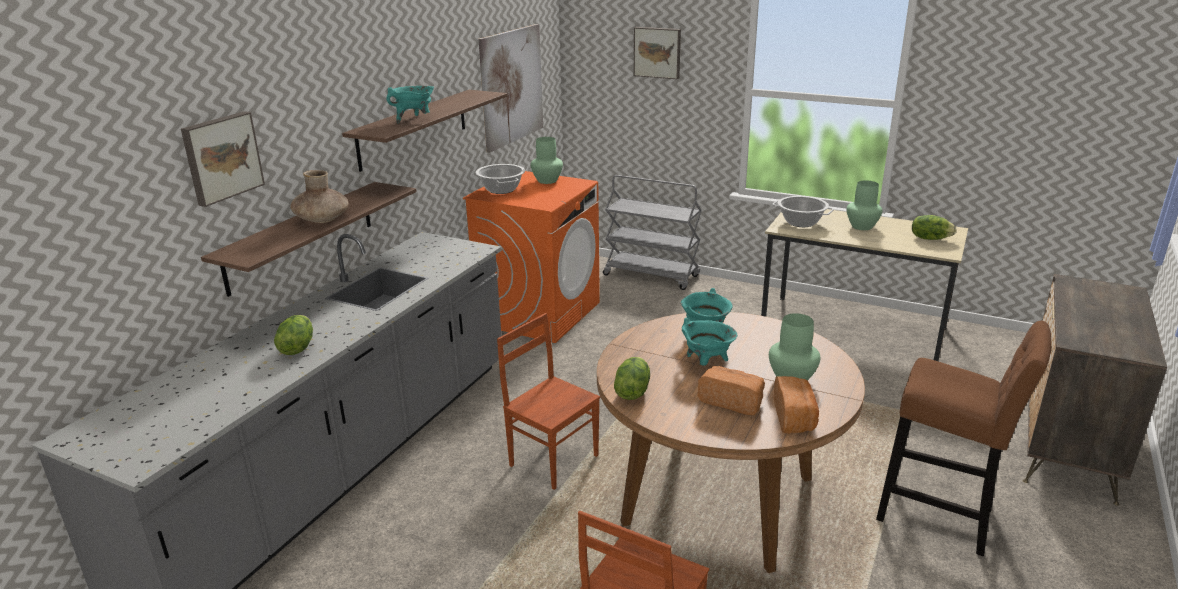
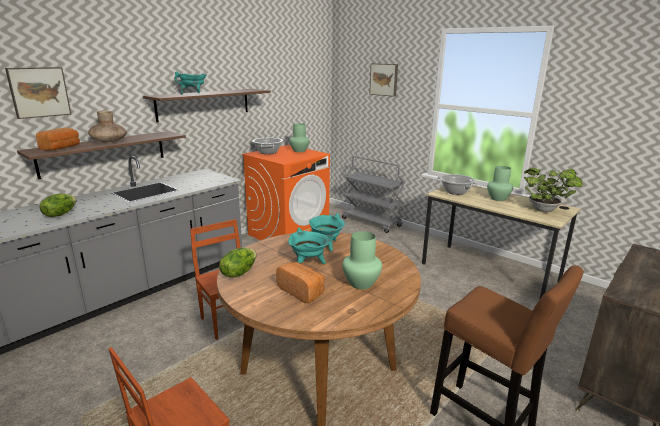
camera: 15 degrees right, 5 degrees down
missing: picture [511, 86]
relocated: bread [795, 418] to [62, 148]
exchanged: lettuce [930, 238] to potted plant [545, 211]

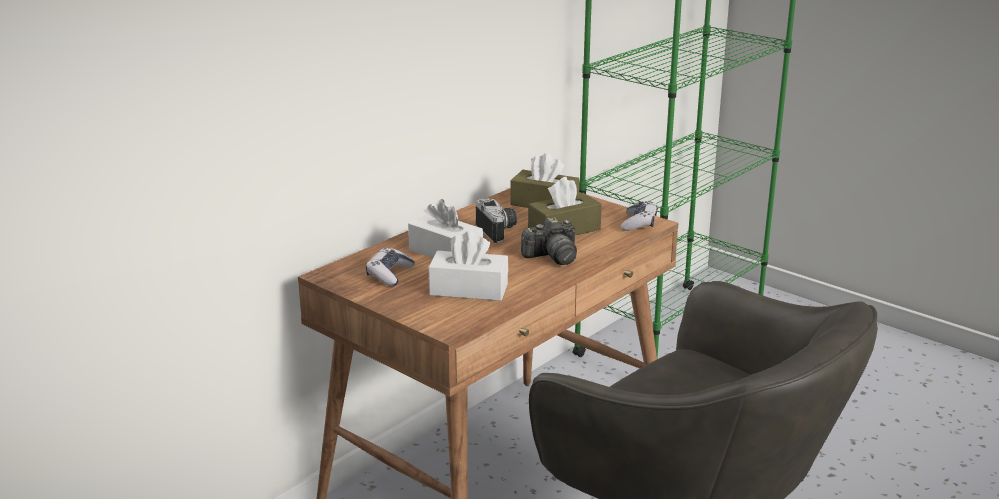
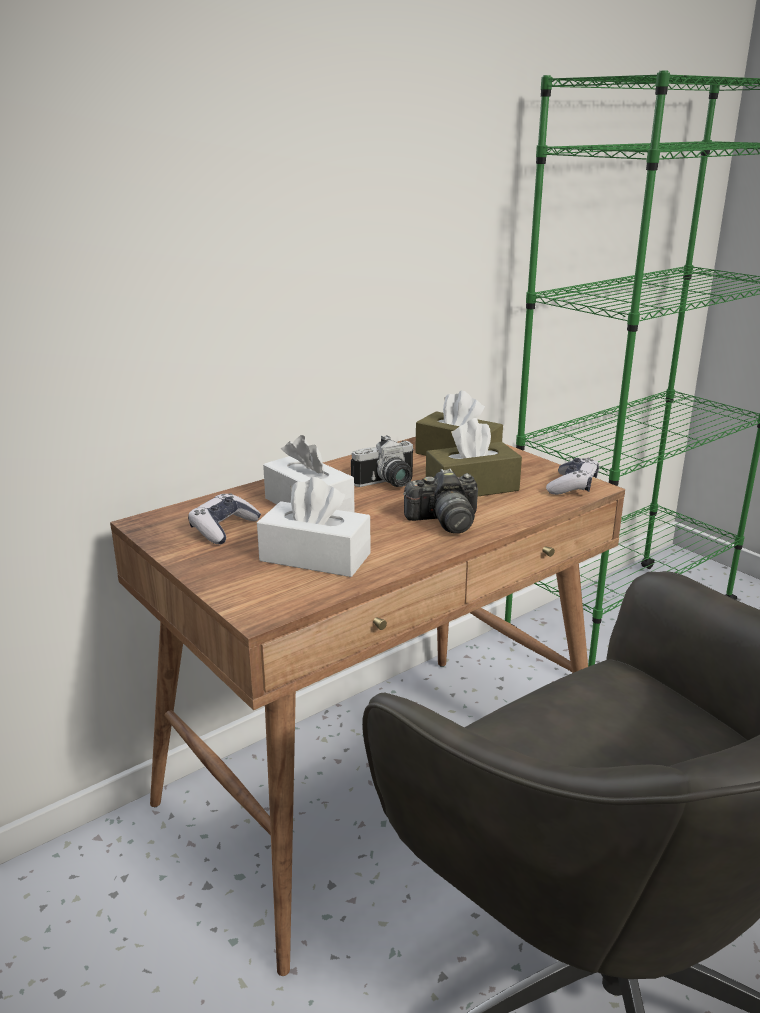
camera: 10 degrees right, 0 degrees up
spun: photo camera [499, 231] = [388, 484] 75 degrees clockwise

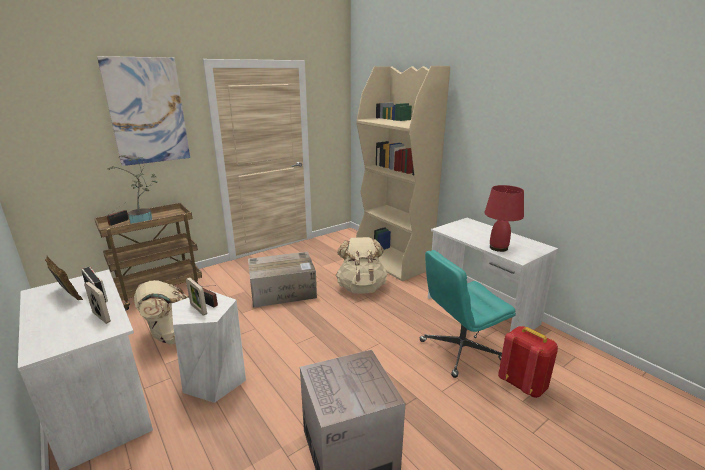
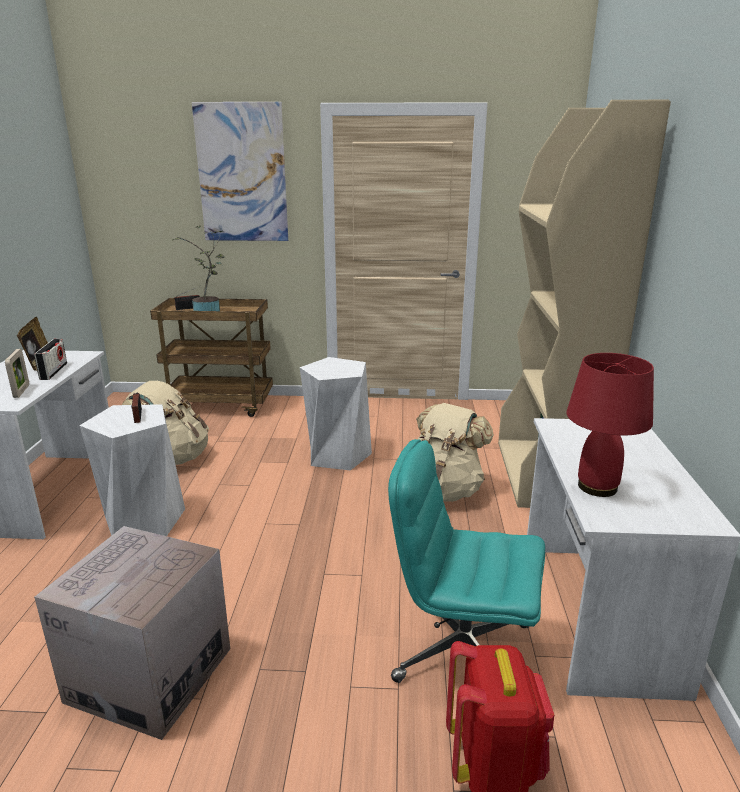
camera: 40 degrees right, 0 degrees up
missing: picture frame [198, 309]
exchanged: cardboard box [283, 291] to white stool [337, 455]

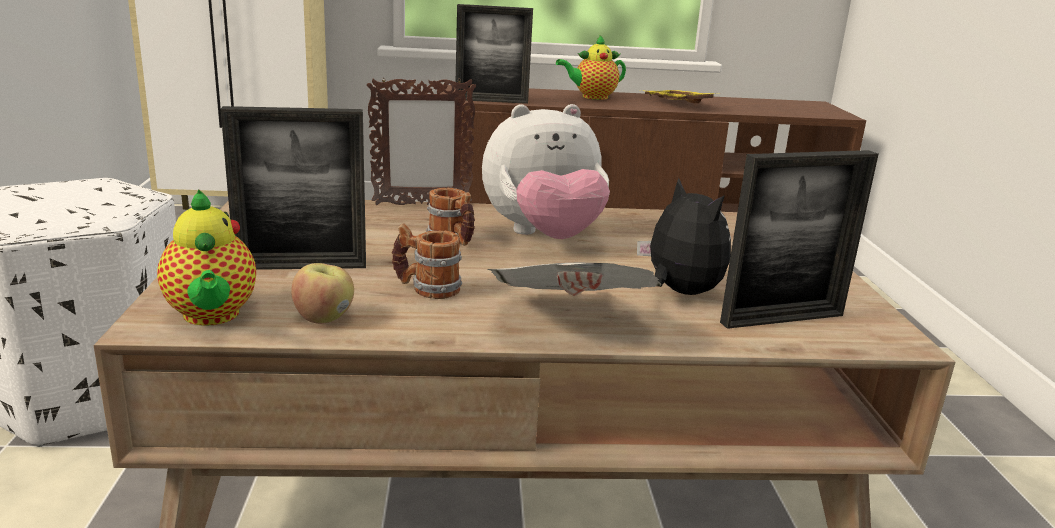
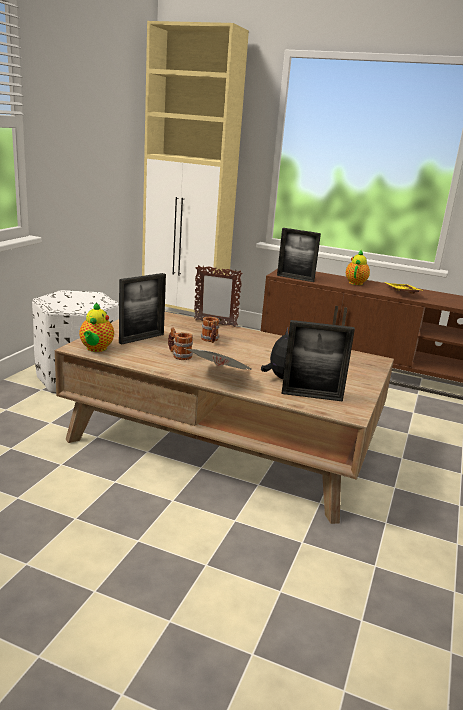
camera: 25 degrees right, 0 degrees up
missing: apple [324, 318]; plush toy [544, 237]
spun: picture frame [301, 266] = [141, 338] 60 degrees counterclockwise; teapot [592, 97] = [356, 282] 105 degrees clockwise

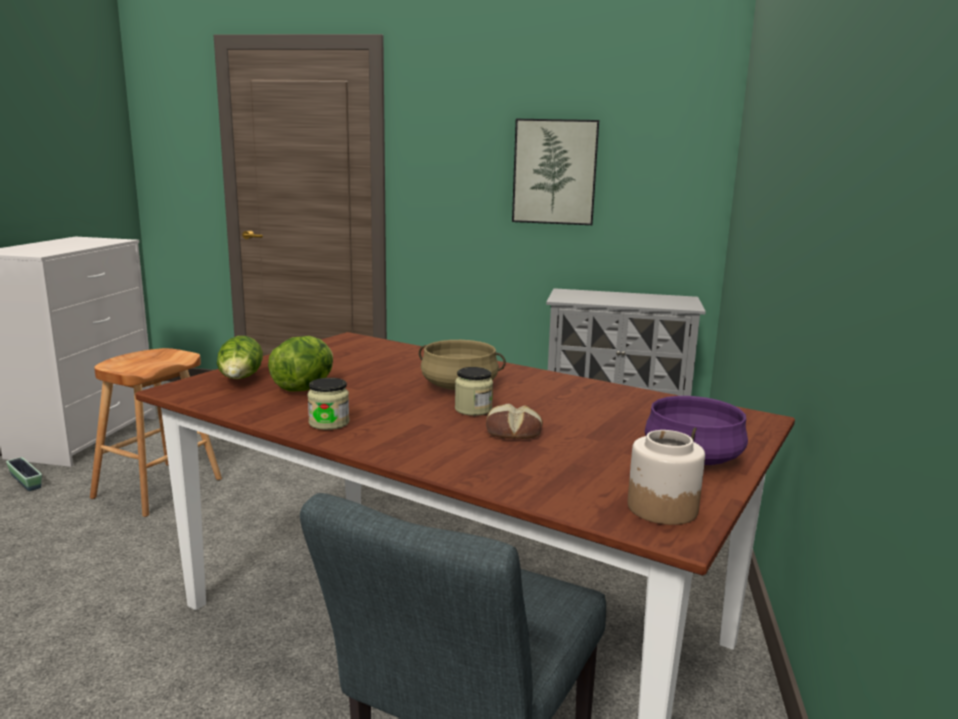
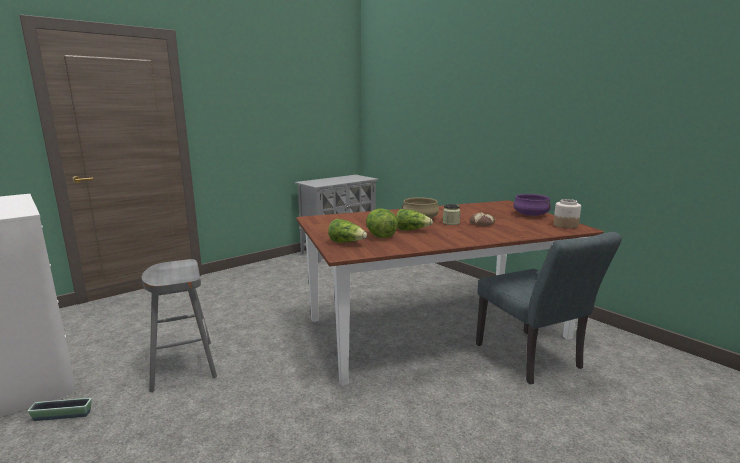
camera: 50 degrees left, 0 degrees up
missing: jar [329, 423]; picture [554, 172]
appeared: lettuce [411, 230]
colour: brown stool [157, 488] to grey stool [183, 365]

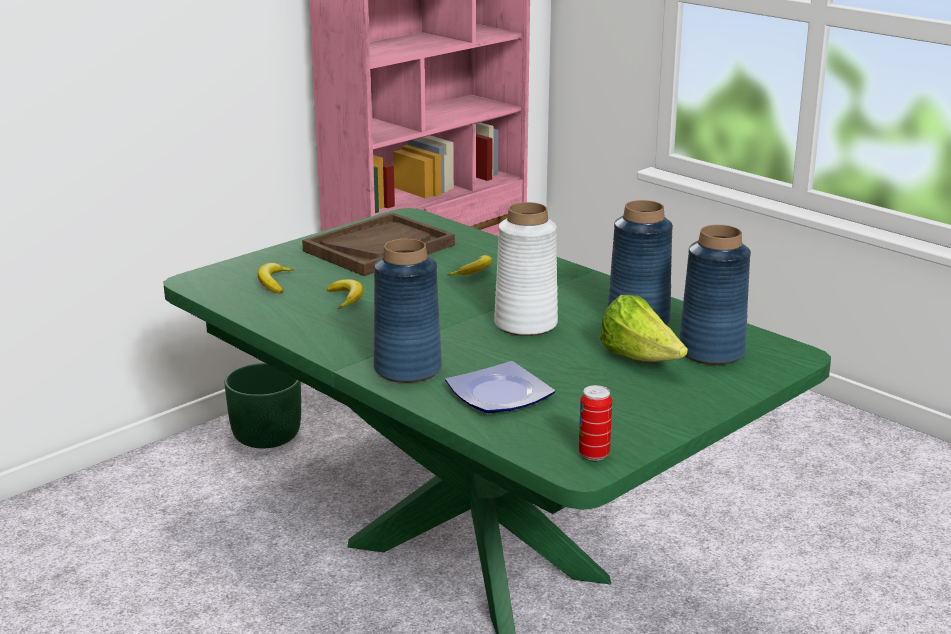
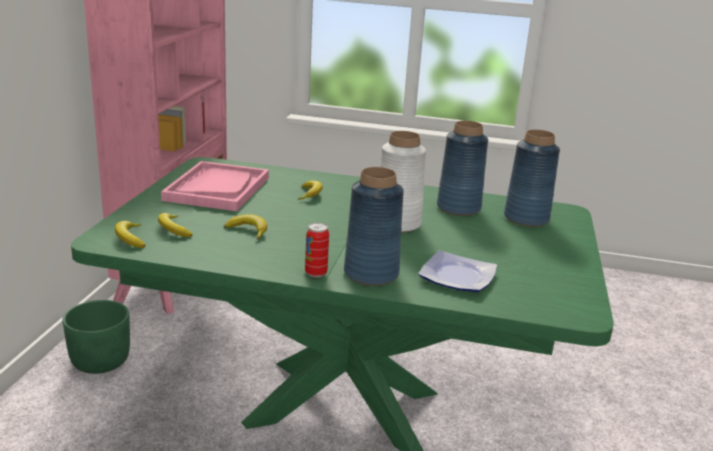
camera: 35 degrees left, 0 degrees up
missing: lettuce [640, 359]
appeared: banana [130, 238]
relocated: can [594, 454] to [316, 273]
colour: brown tray [379, 248] to pink tray [217, 189]

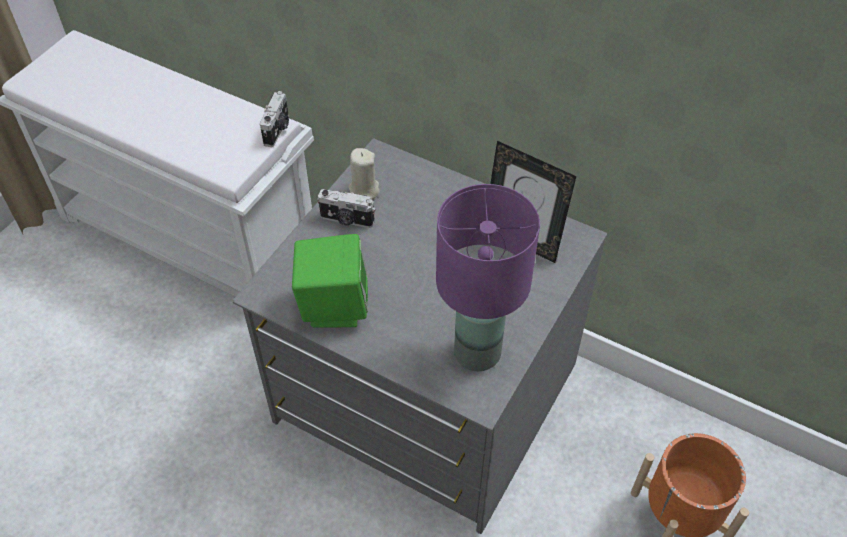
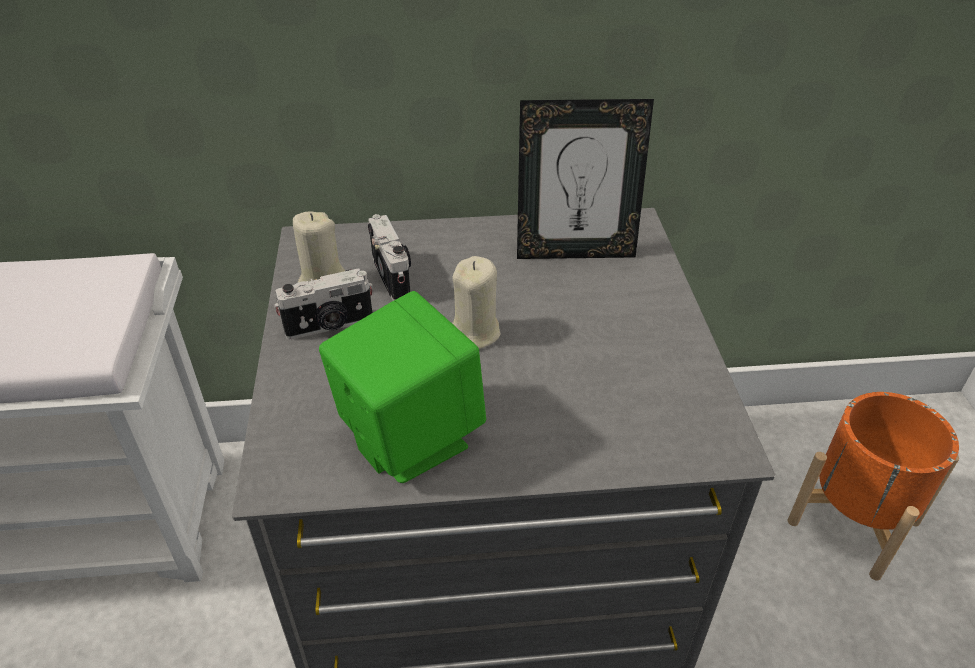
camera: 35 degrees left, 10 degrees down
missing: purple table lamp [476, 353]
appeared: beige candle [475, 332]
relocated: photo camera [278, 130] to [394, 276]

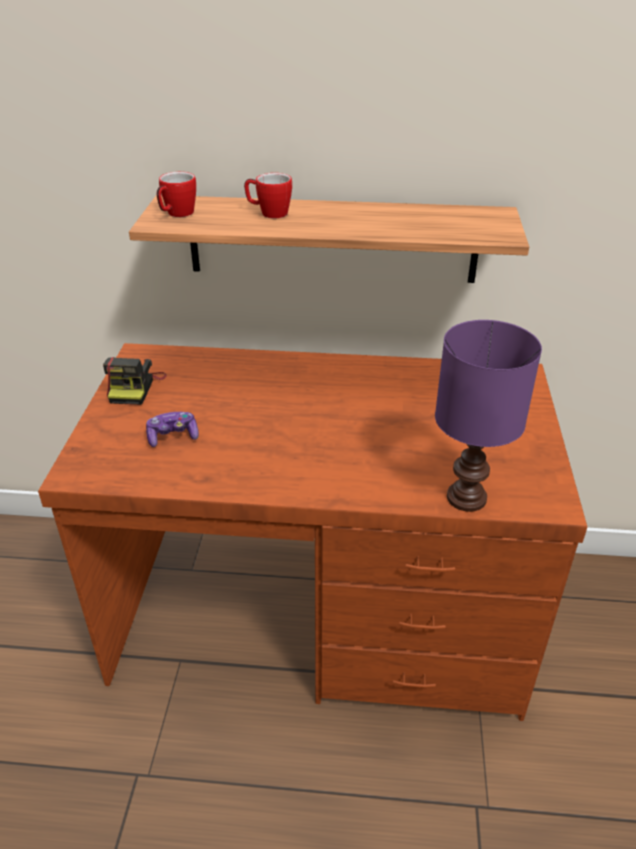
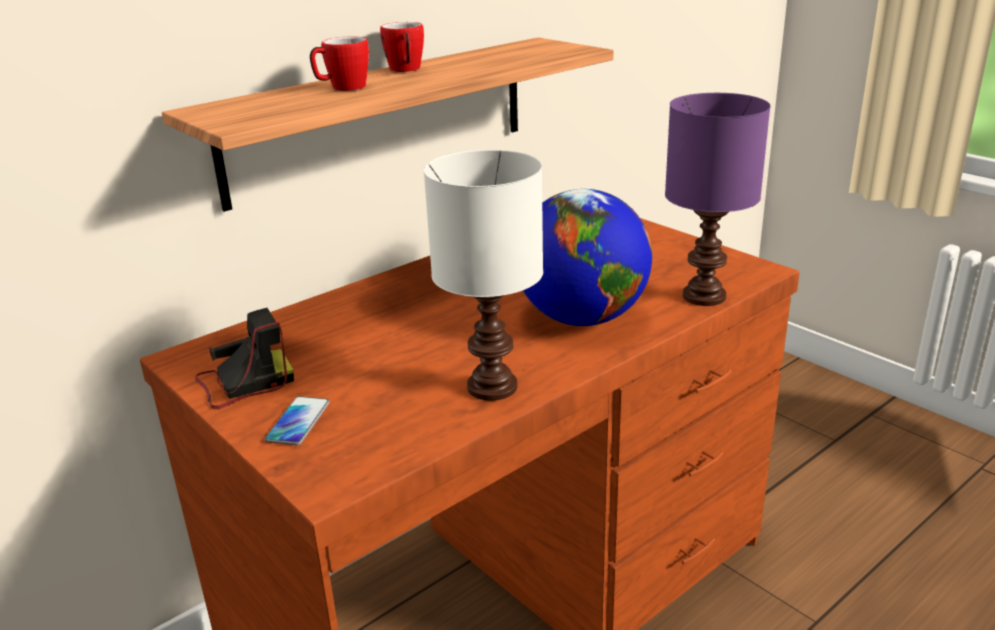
camera: 45 degrees left, 10 degrees down
missing: game controller [173, 436]
appeared: phone [298, 422]; white table lamp [494, 388]; globe [582, 318]
relocated: mug [177, 214] to [406, 70]
spun: photo camera [135, 387] = [243, 383] 75 degrees counterclockwise

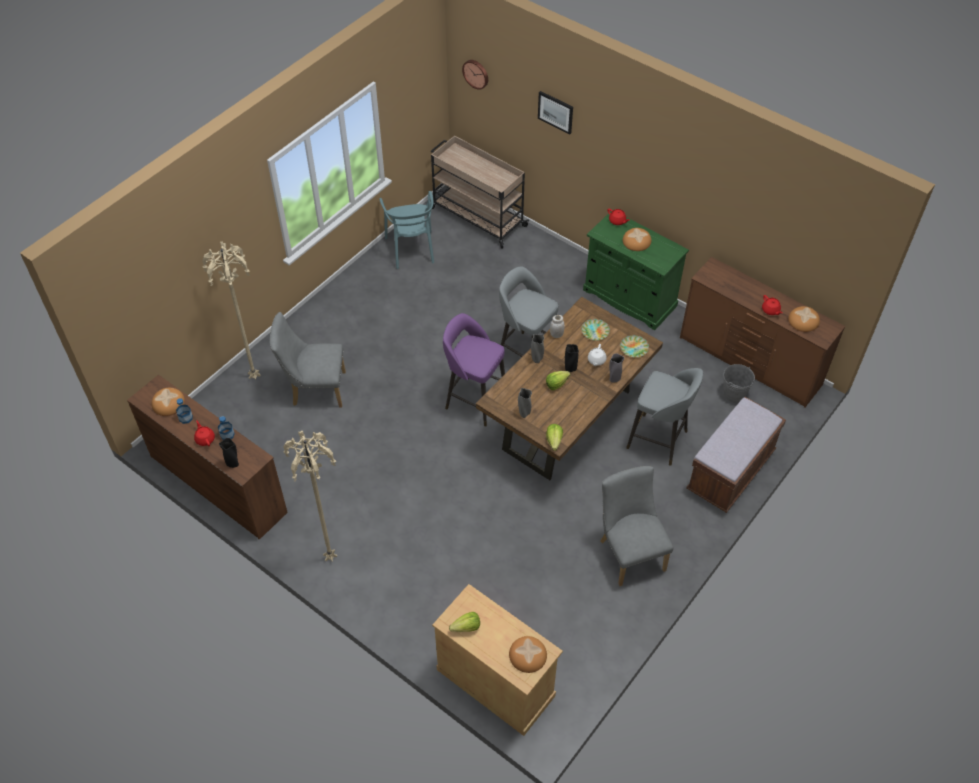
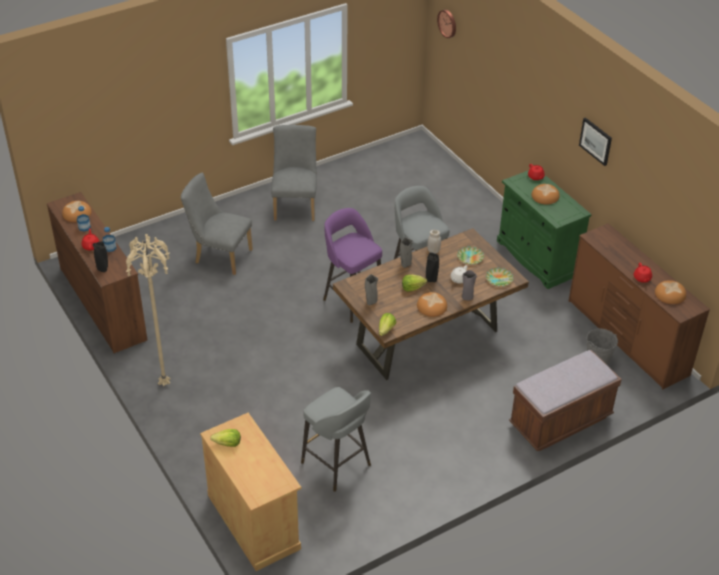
camera: 20 degrees right, 10 degrees down
missing: beige floor lamp [256, 377]; turquoise chair [411, 249]; beige cart [476, 216]
relocated: bread [527, 655] to [431, 306]; picture [555, 112] to [596, 141]; grey chair [629, 551] to [295, 205]; grey stool [659, 440] to [337, 465]

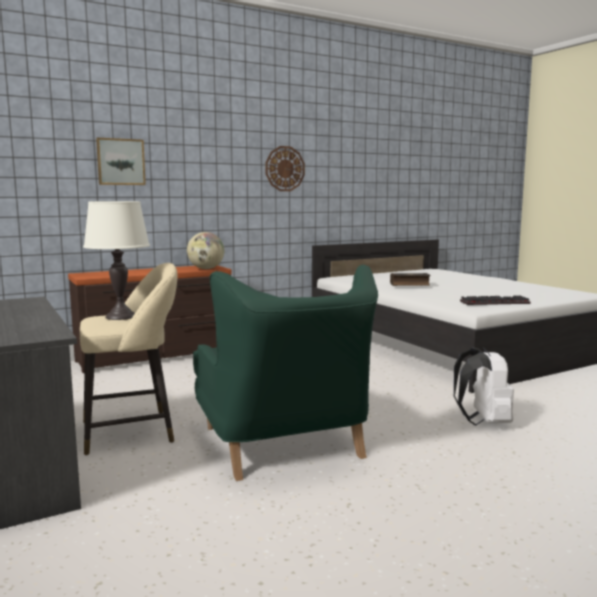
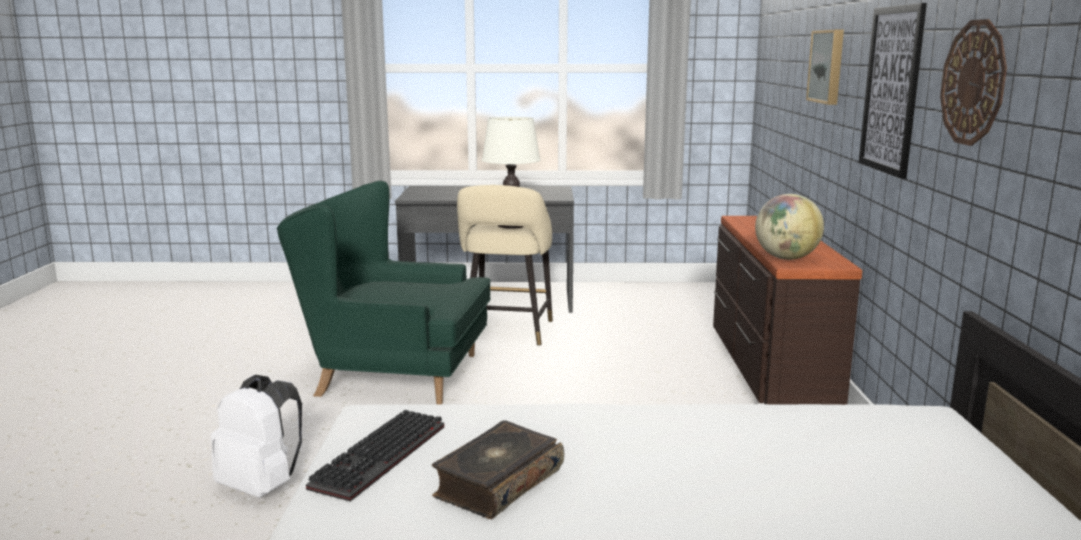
camera: 120 degrees right, 5 degrees up
appeared: picture [891, 90]
relocated: book [409, 284] to [497, 483]

